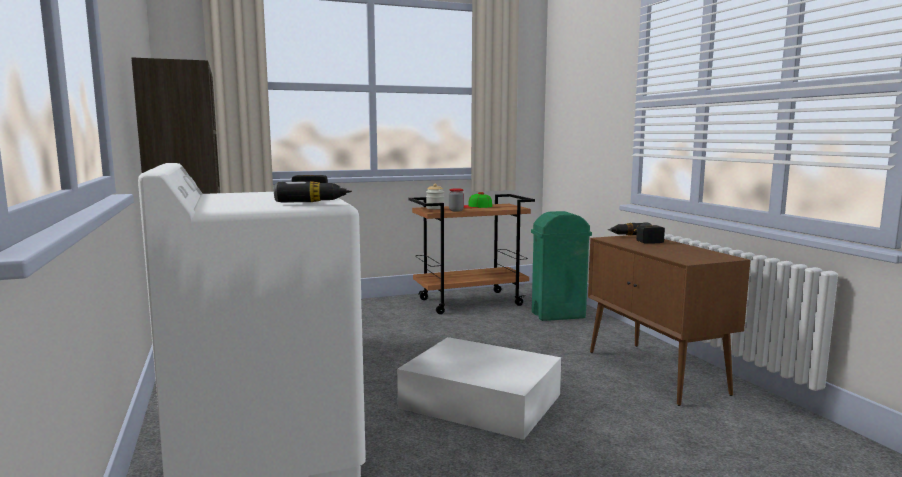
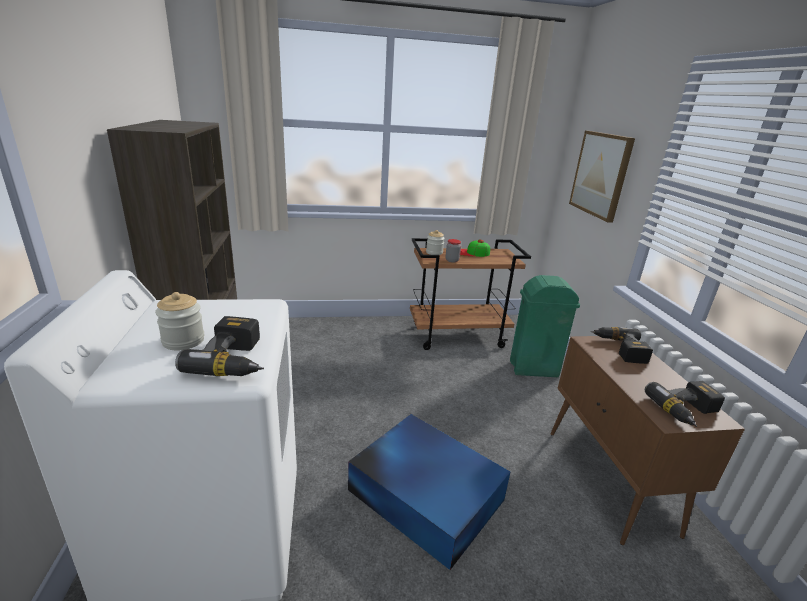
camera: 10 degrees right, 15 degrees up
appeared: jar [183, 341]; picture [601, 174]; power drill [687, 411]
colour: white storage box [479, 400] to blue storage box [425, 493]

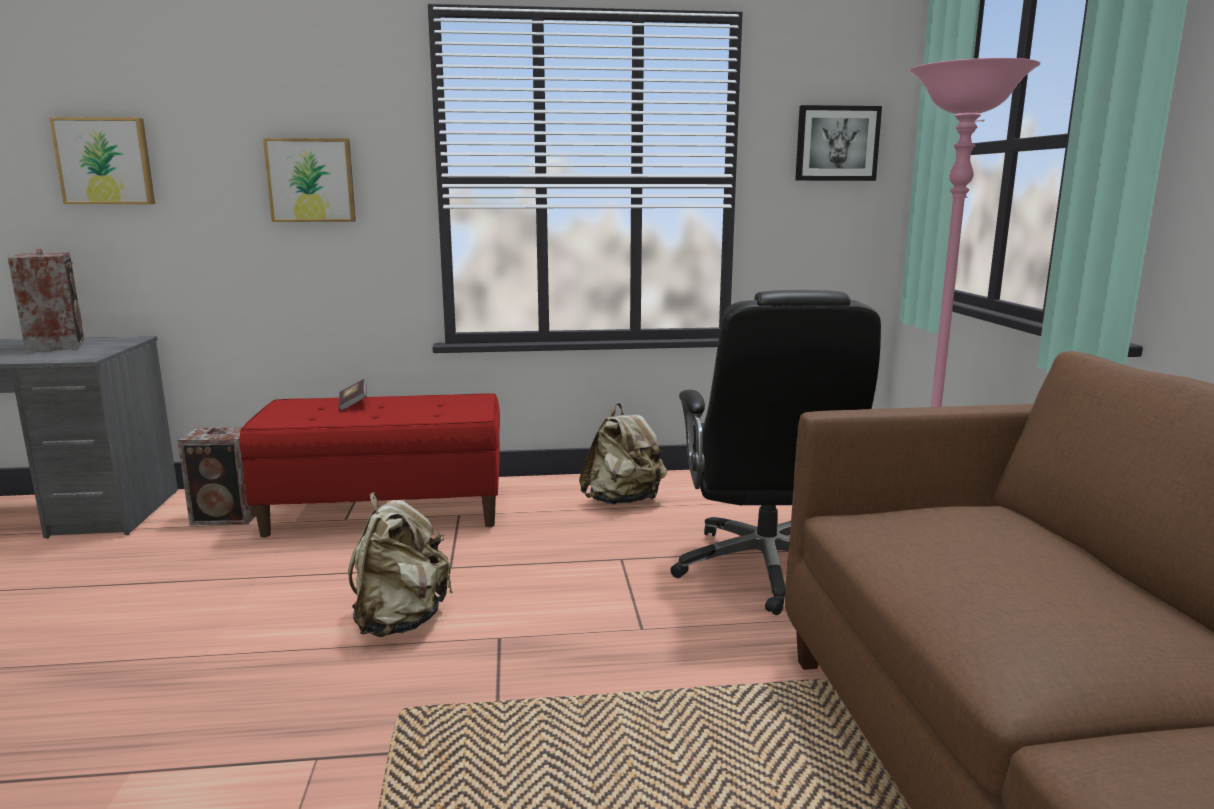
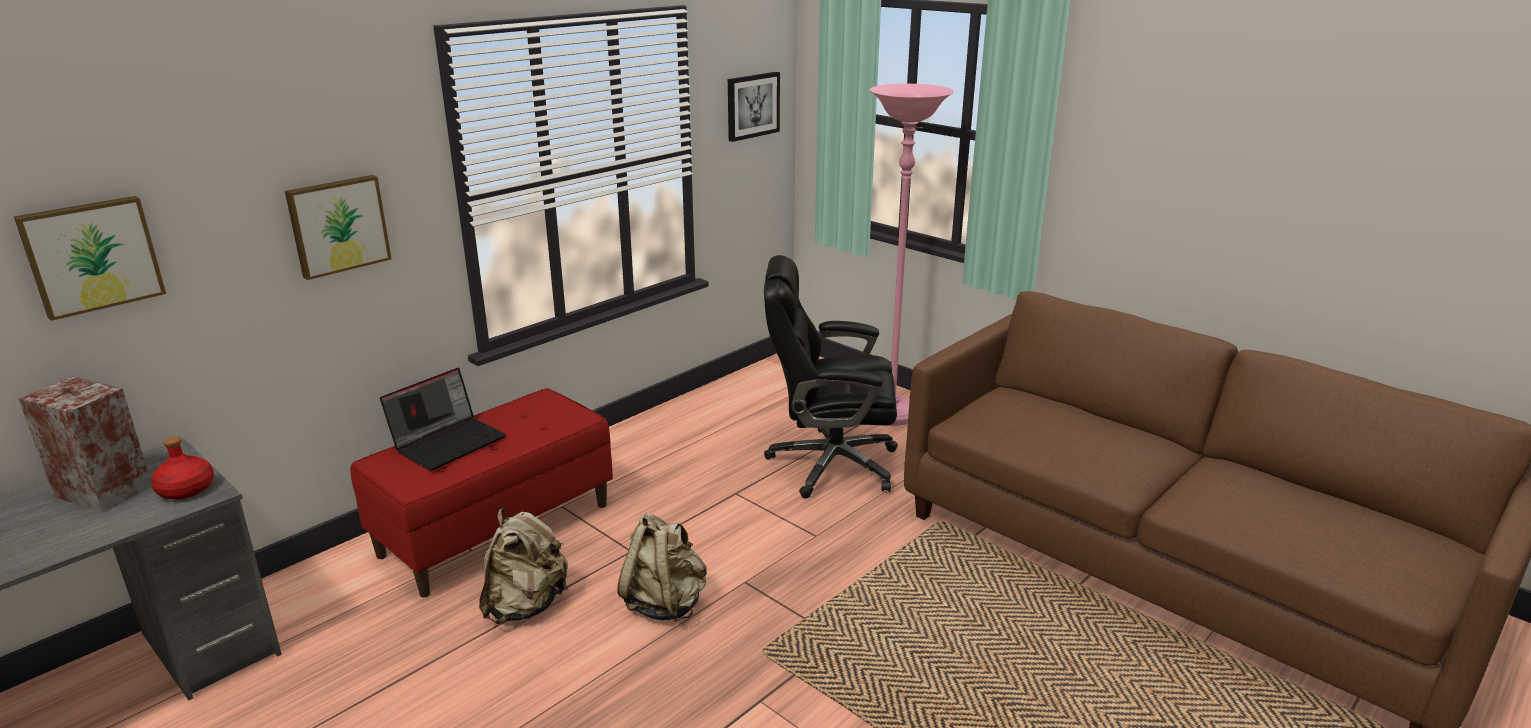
camera: 40 degrees left, 10 degrees up
missing: speaker [229, 516]
appeared: red bottle [186, 490]
relocated: beige backpack [623, 501] to [526, 605]
exchanged: book [353, 404] to laptop [449, 442]
spun: black office chair [765, 570] = [830, 464] 135 degrees clockwise

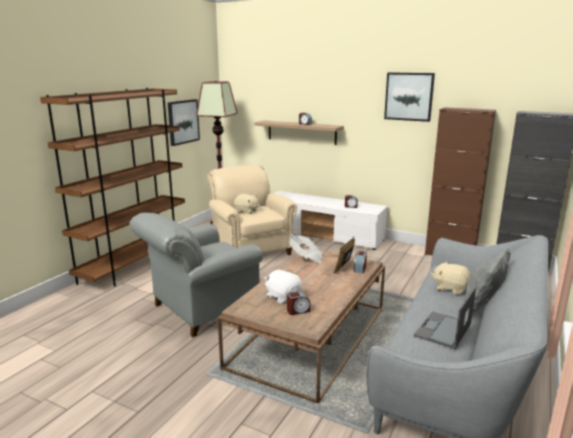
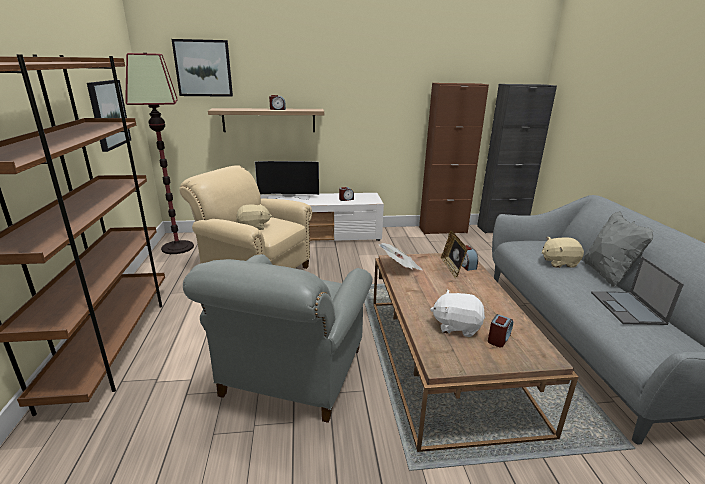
camera: 35 degrees left, 5 degrees up
appeared: television [289, 196]
relocated: picture [409, 96] to [203, 68]

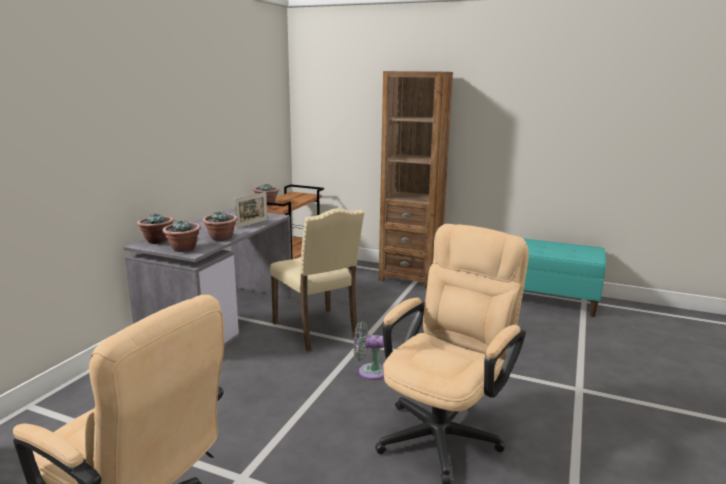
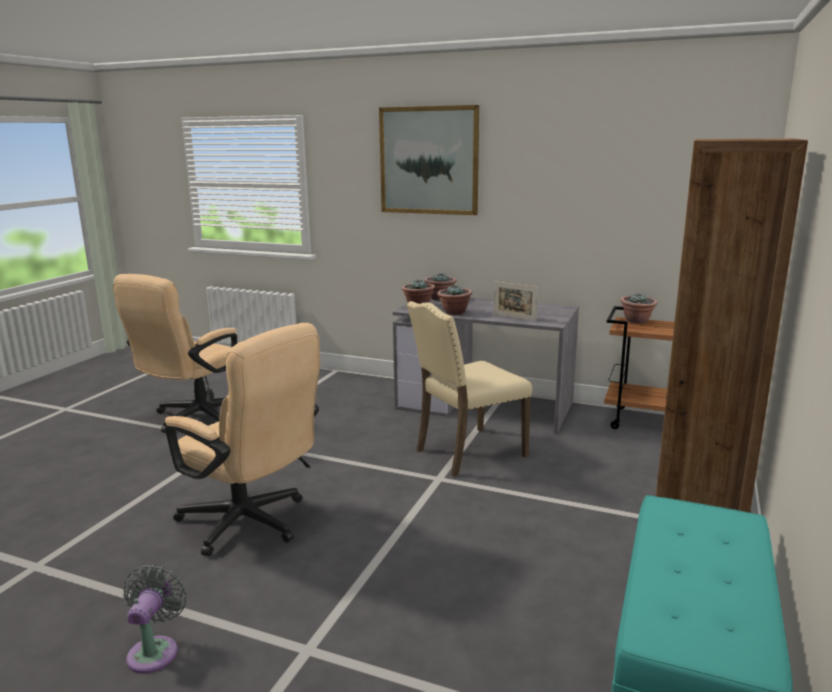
camera: 90 degrees right, 0 degrees up
appeared: picture [429, 161]
relocated: grey fan [369, 371] to [155, 650]

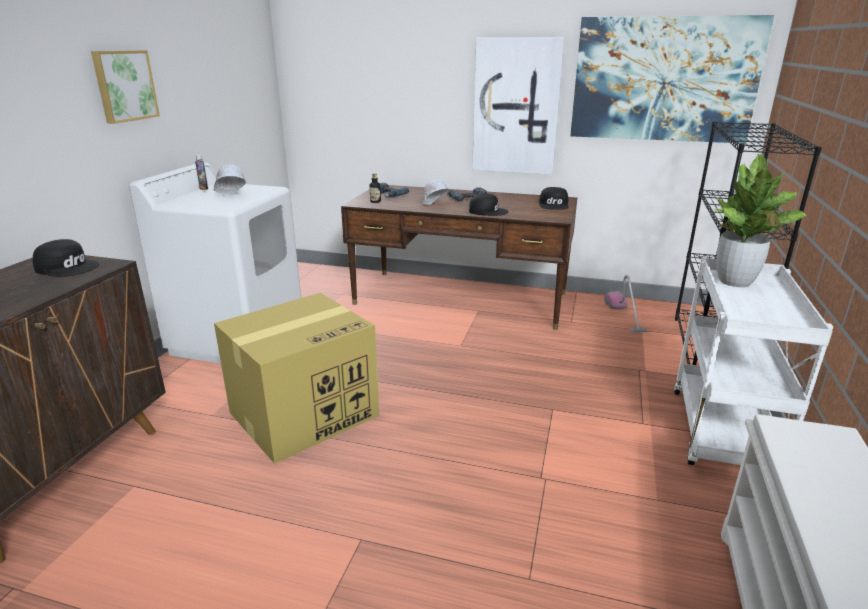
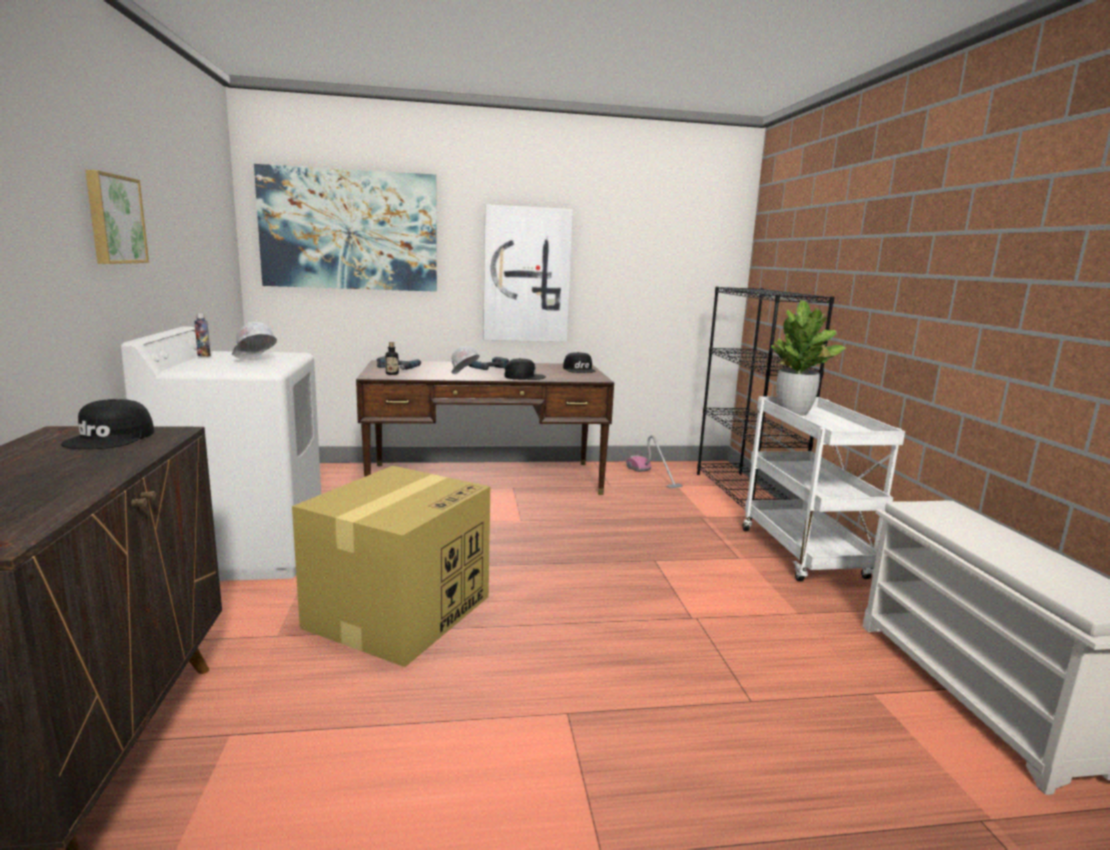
camera: 25 degrees left, 10 degrees down
relocated: picture [663, 80] to [349, 230]
spun: black cap [68, 267] = [111, 438] 105 degrees clockwise

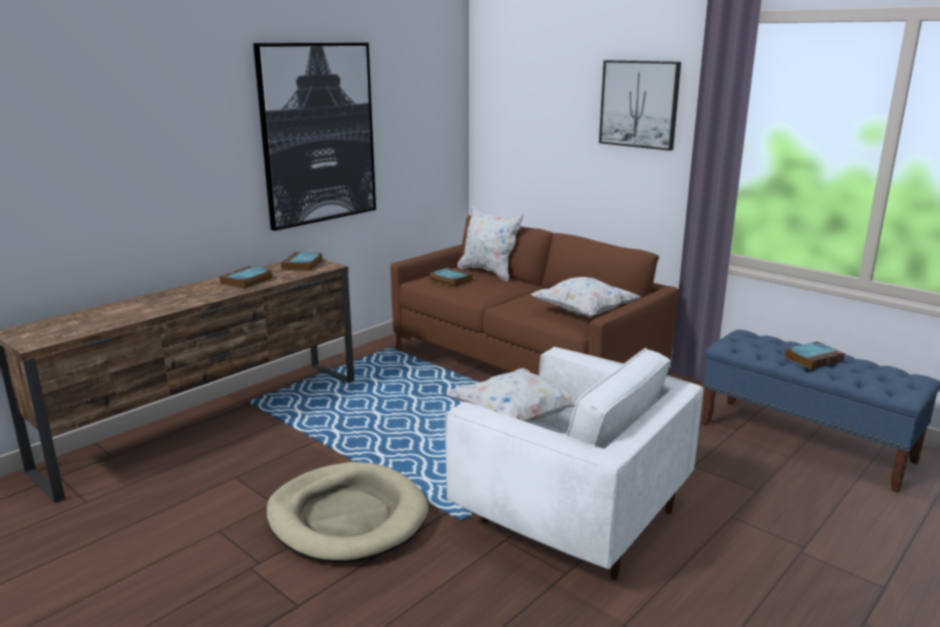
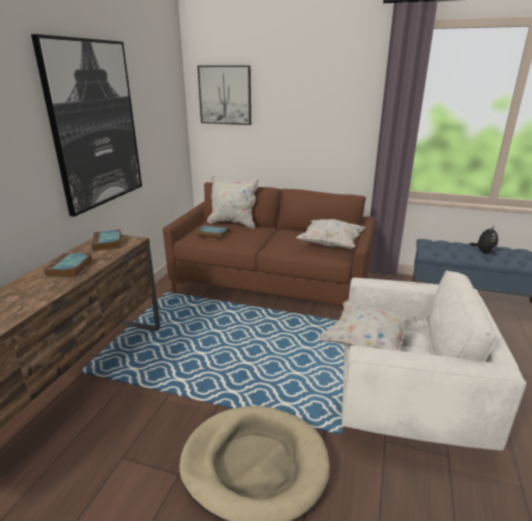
camera: 25 degrees left, 5 degrees up
relocated: picture [639, 104] to [225, 95]
exchanged: book [813, 359] to plush toy [483, 252]

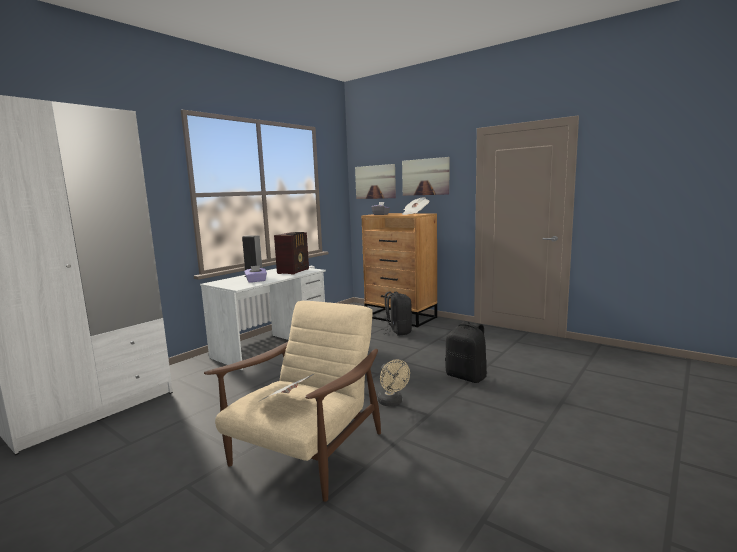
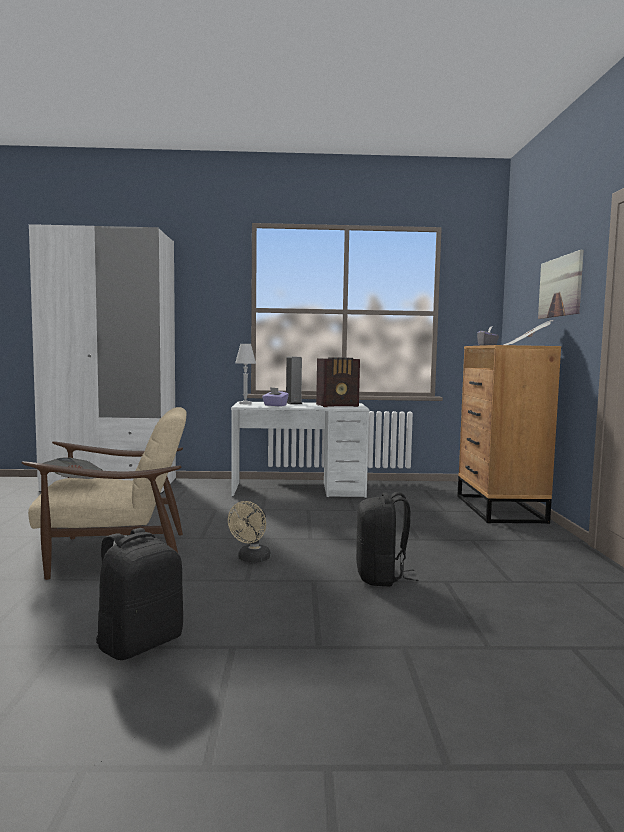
camera: 50 degrees right, 5 degrees down
missing: picture [375, 182]
appeared: white table lamp [245, 403]
relocated: black backpack [398, 331] to [140, 643]

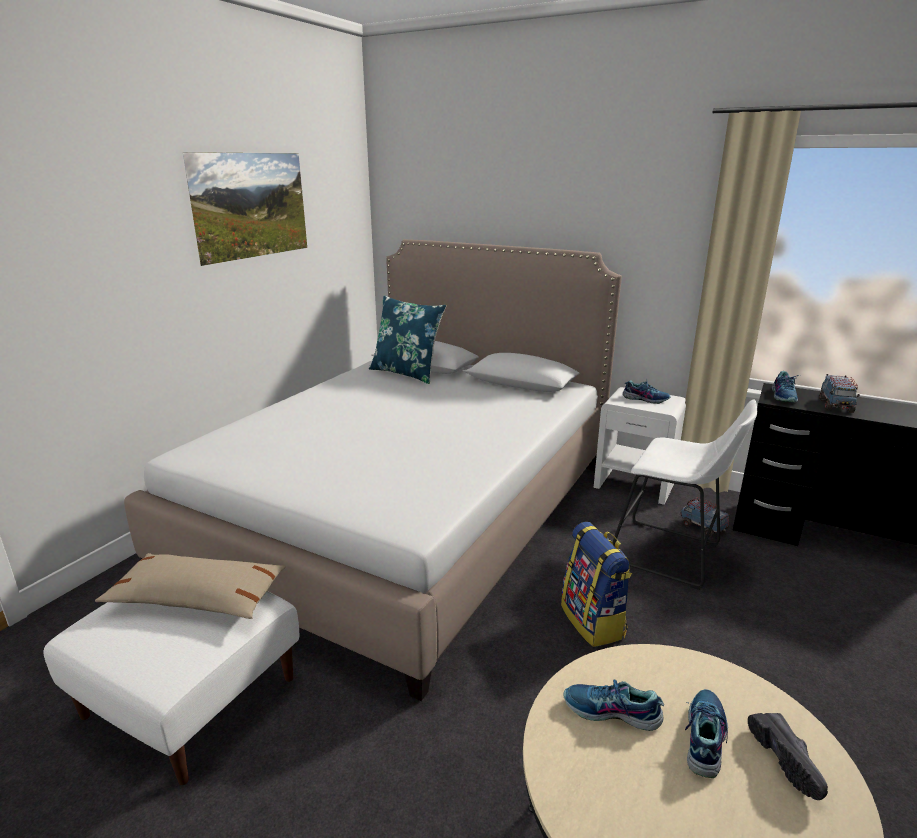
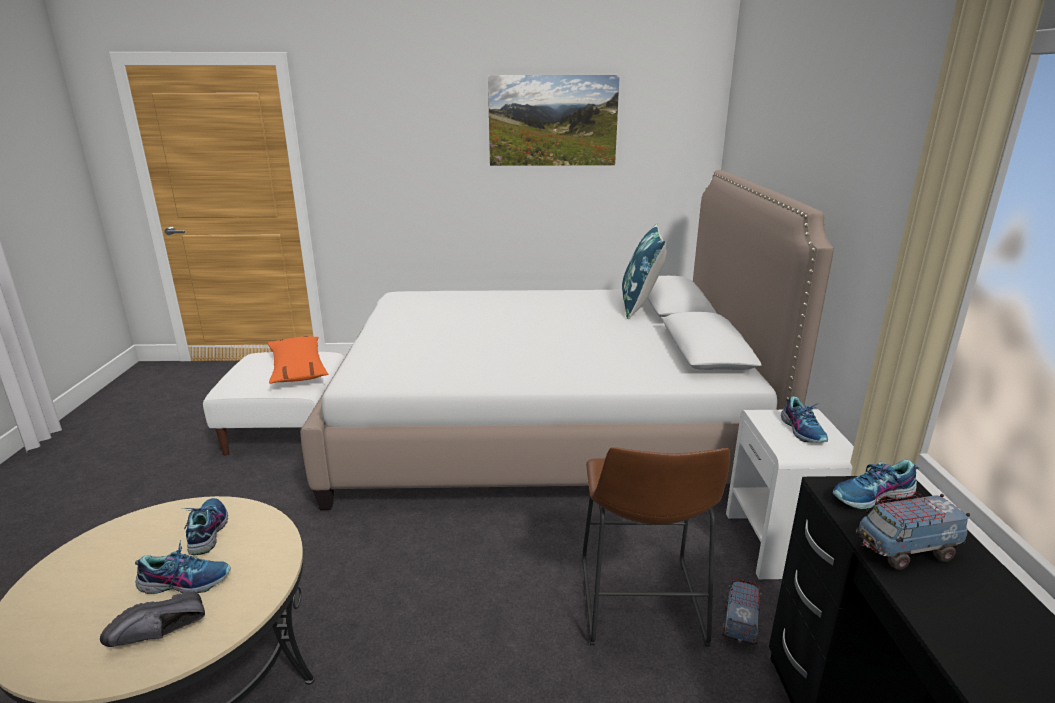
camera: 60 degrees right, 0 degrees up
missing: backpack [594, 621]
colour: beige pillow [197, 598] to orange pillow [298, 369]; white stool [671, 556] to brown stool [640, 607]

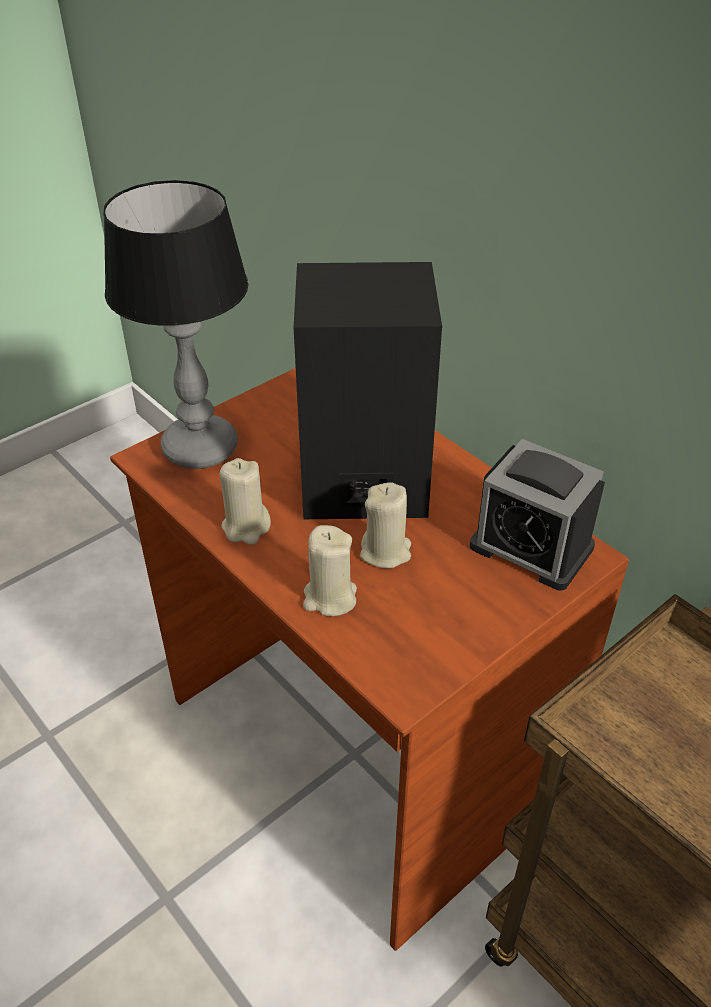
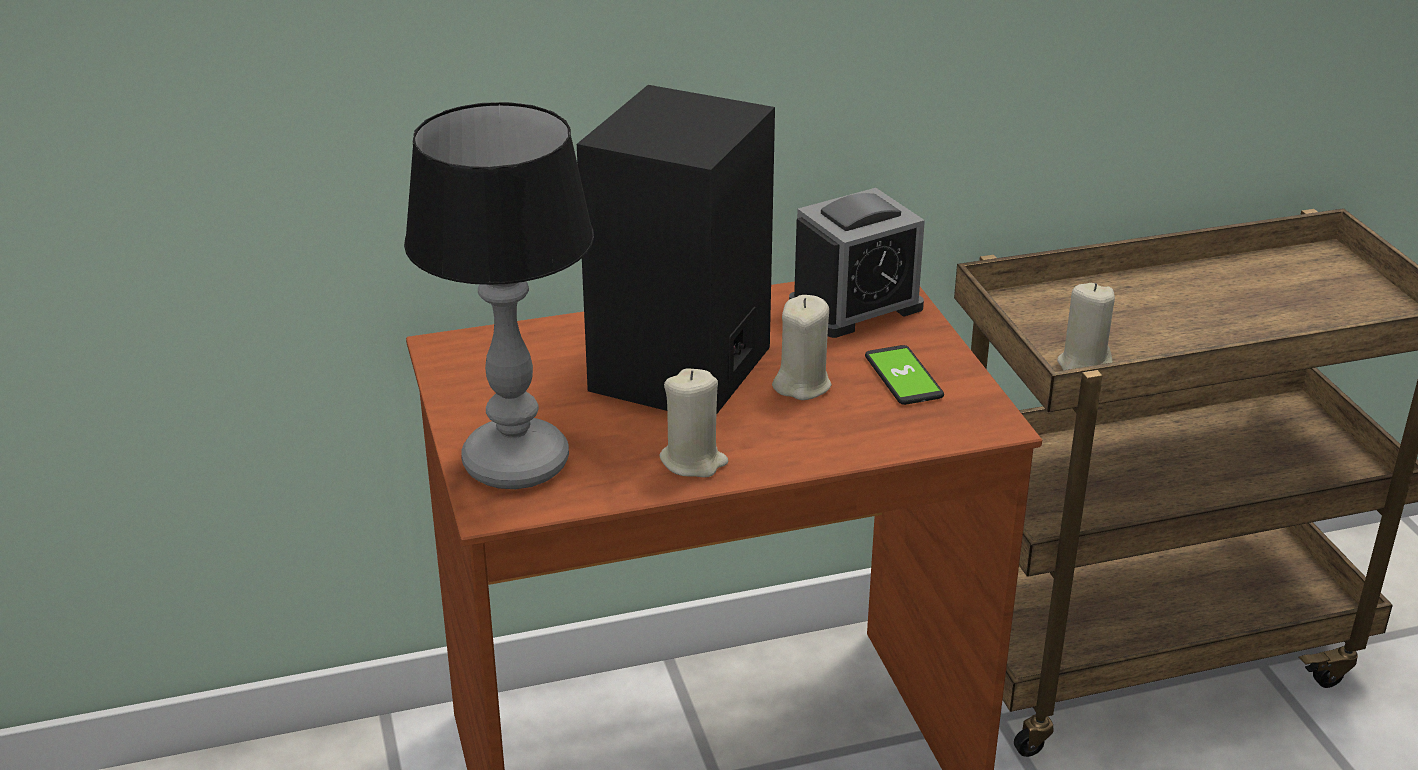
camera: 65 degrees left, 10 degrees down
appeared: phone [903, 377]
relocated: beige candle [329, 598] to [1084, 365]

